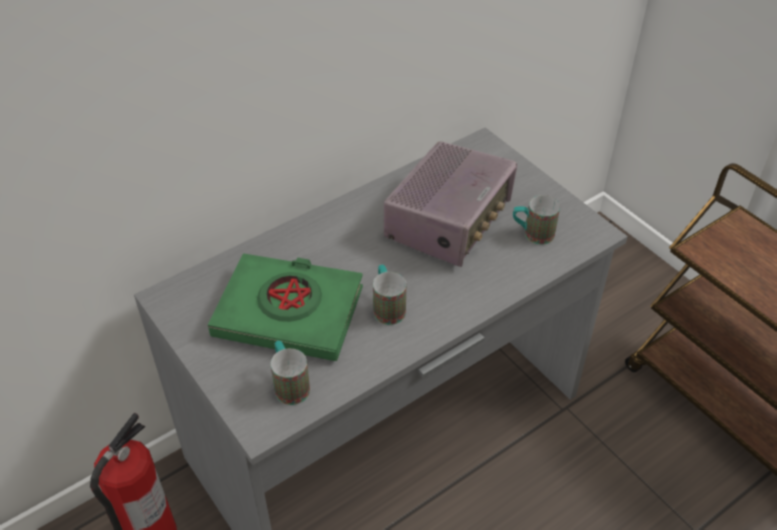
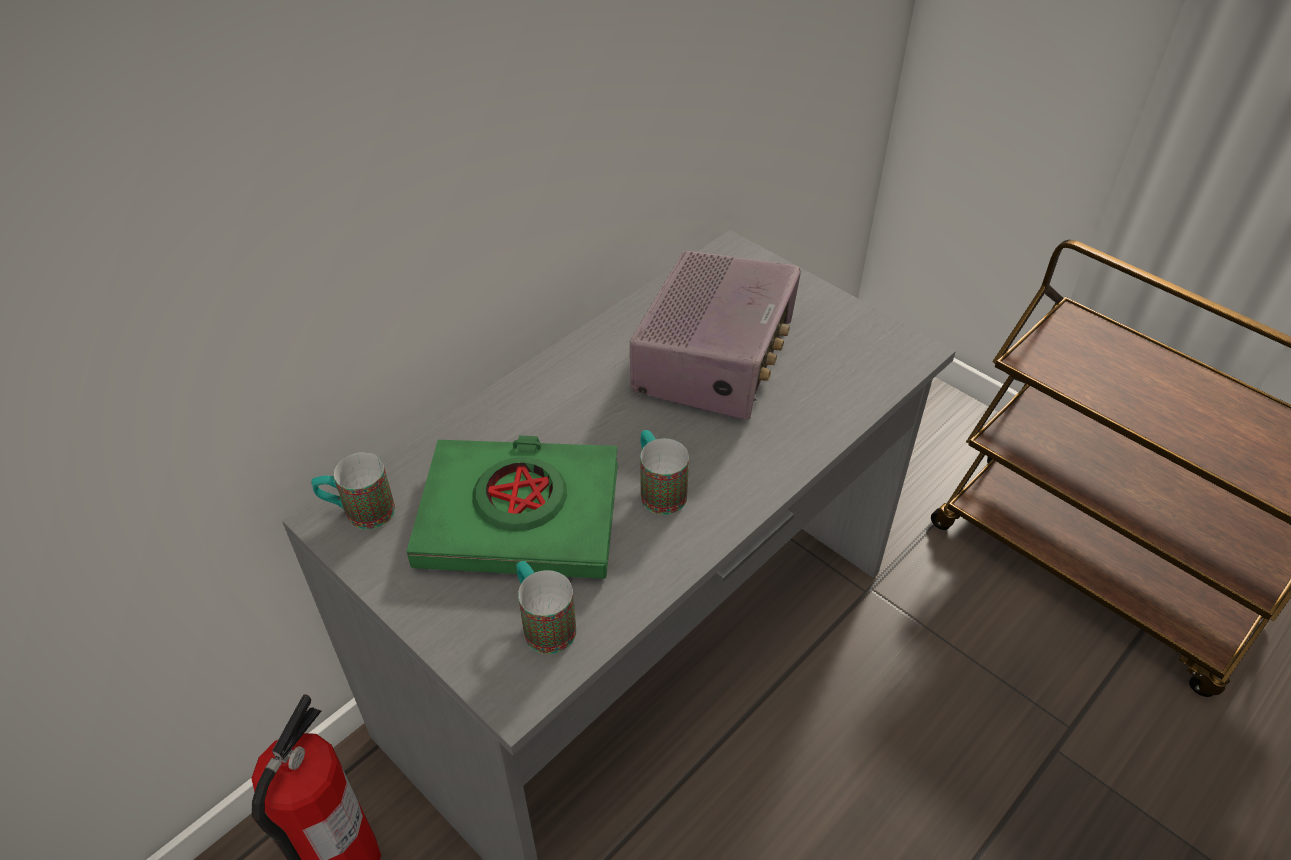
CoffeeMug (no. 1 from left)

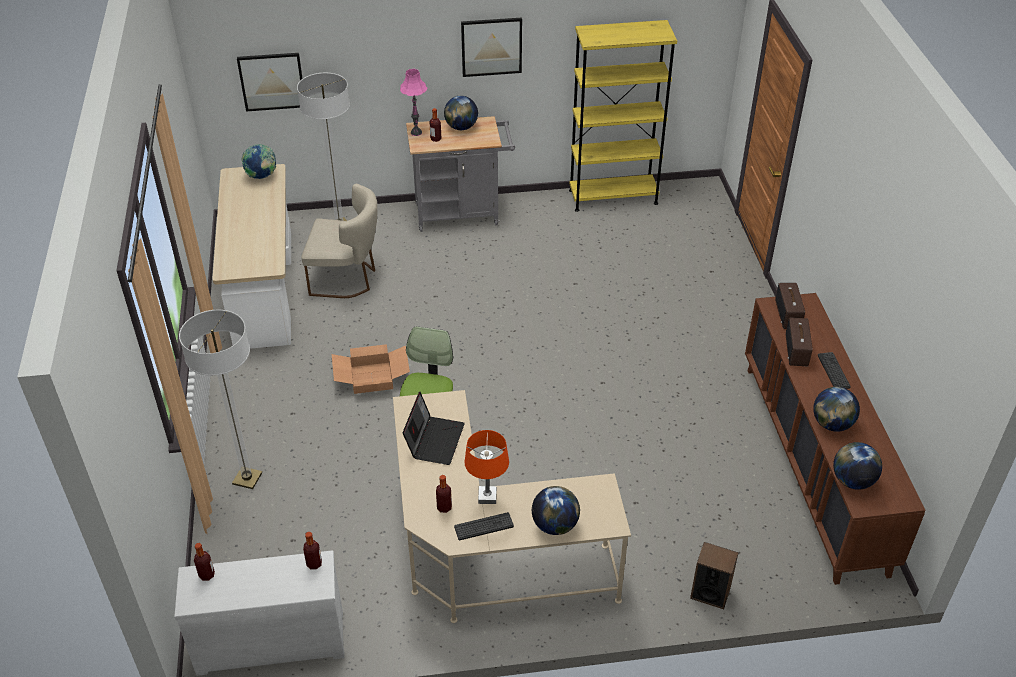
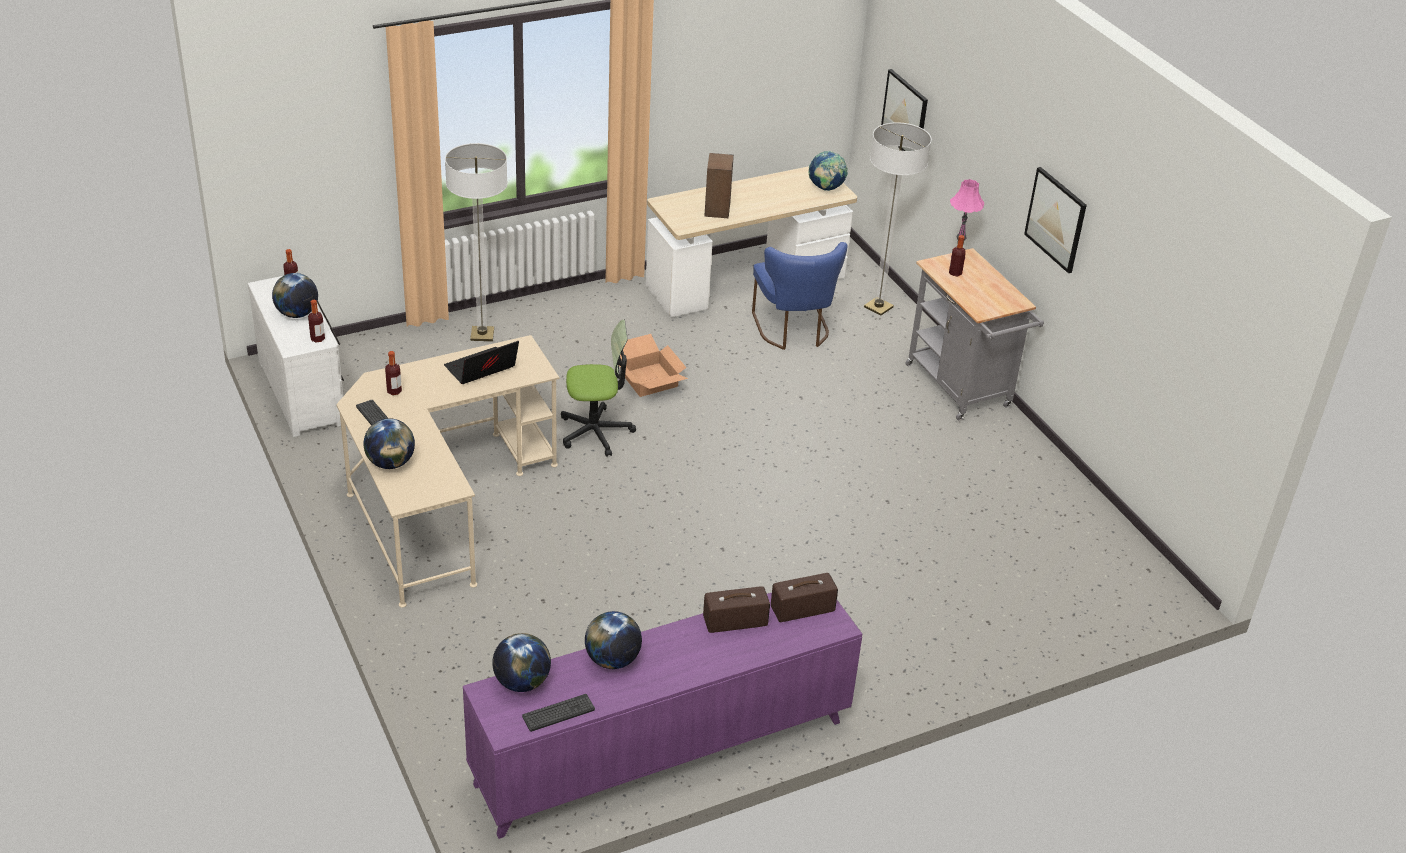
YellowishShelvingUnit; DeskGlobe (no. 1 from left); BlueColouredPlainChair; PurpleColouredCupboard; Keyboard (no. 2 from left); NotebookComputer; OrangeTabletopLamp; Speaker

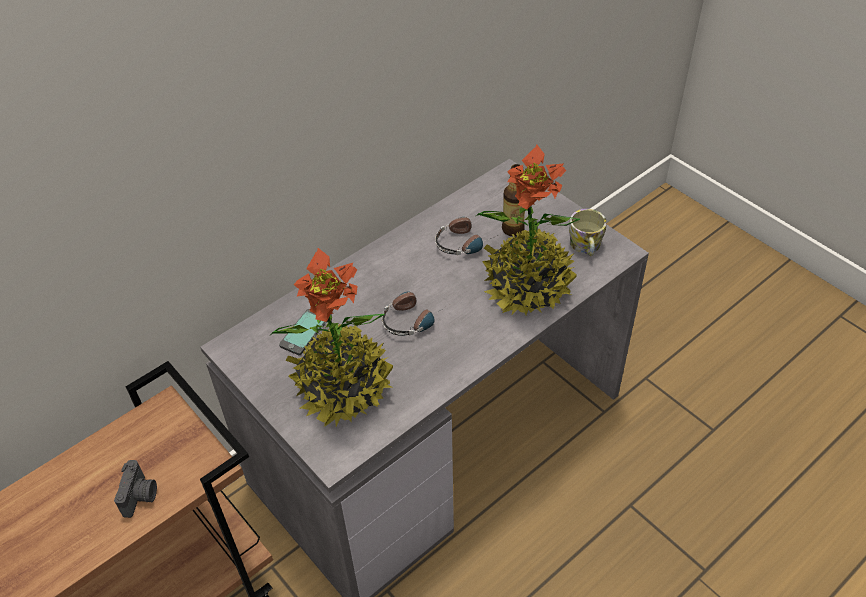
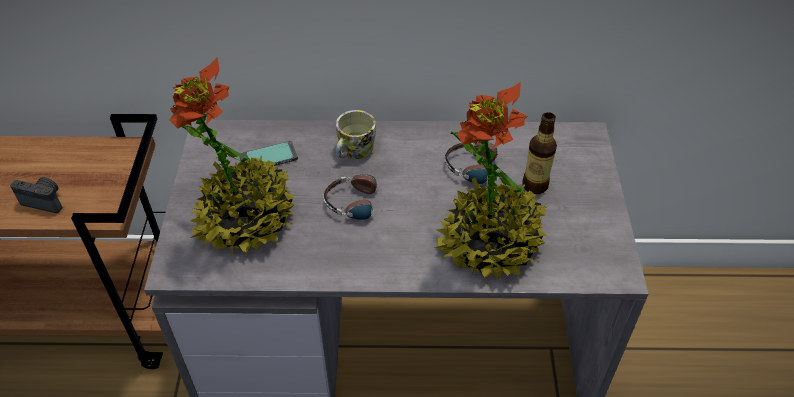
CoffeeMug; StillCamera

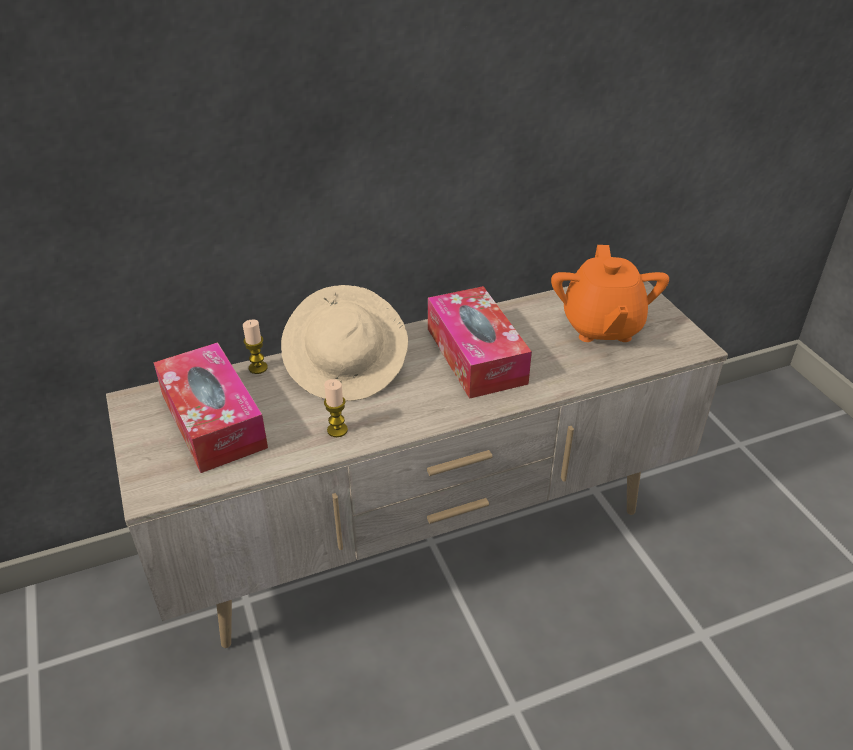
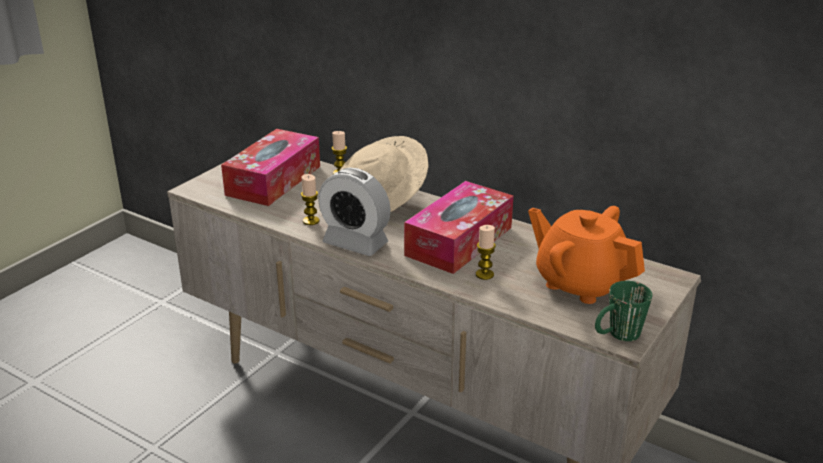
OrangePotForTea; AlarmClock; WaxLight (no. 3 from left); GreenCoffeeMug

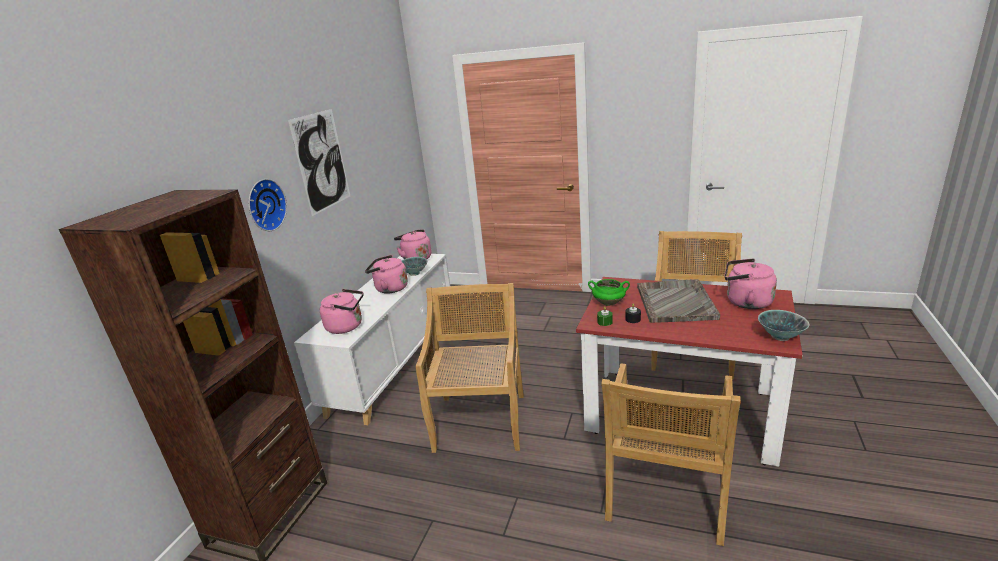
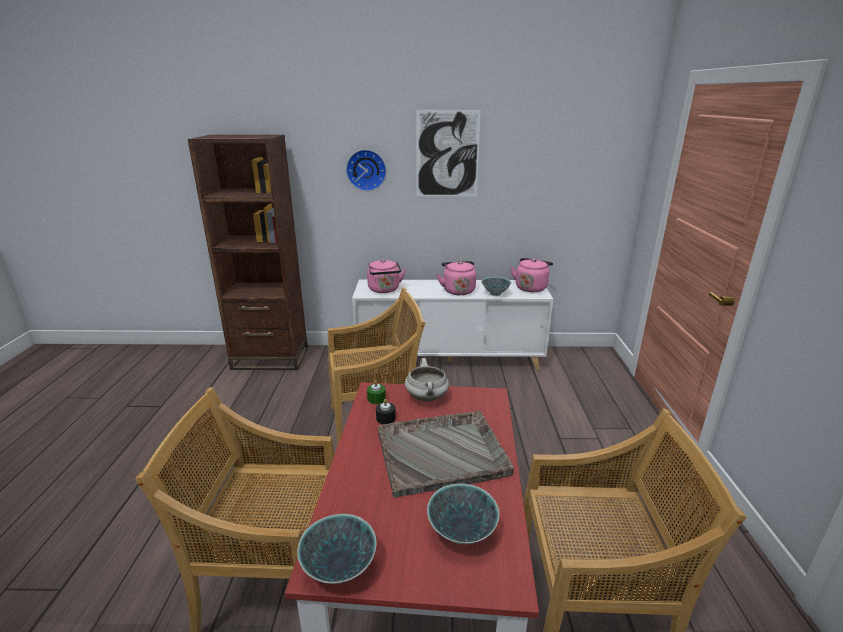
DeepDish (no. 2 from left); WhitishSaucepot

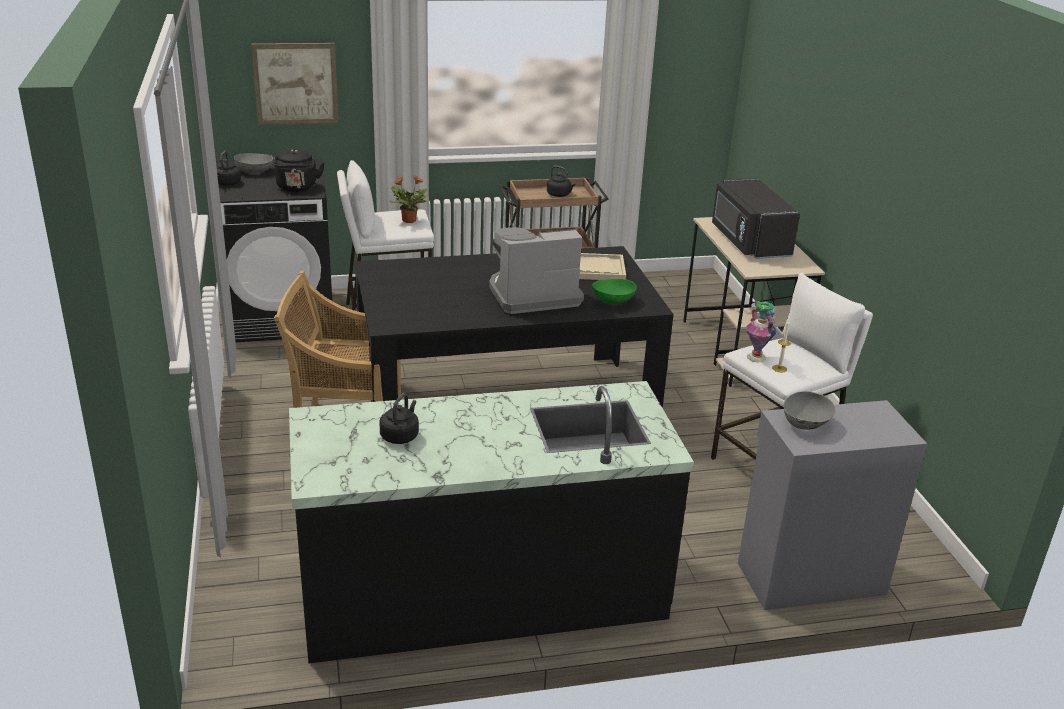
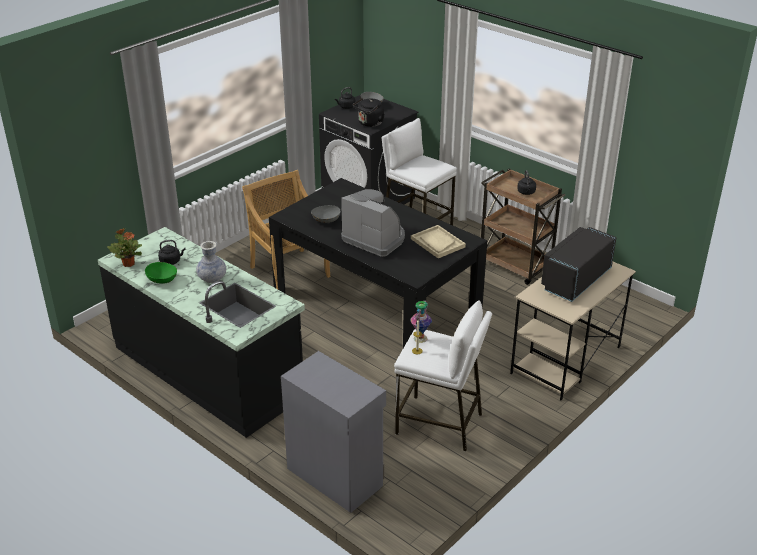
Picture; PlantInAPot; GreenDeepDish; GreyishDeepDish (no. 1 from left); FlowerVase (no. 1 from left)

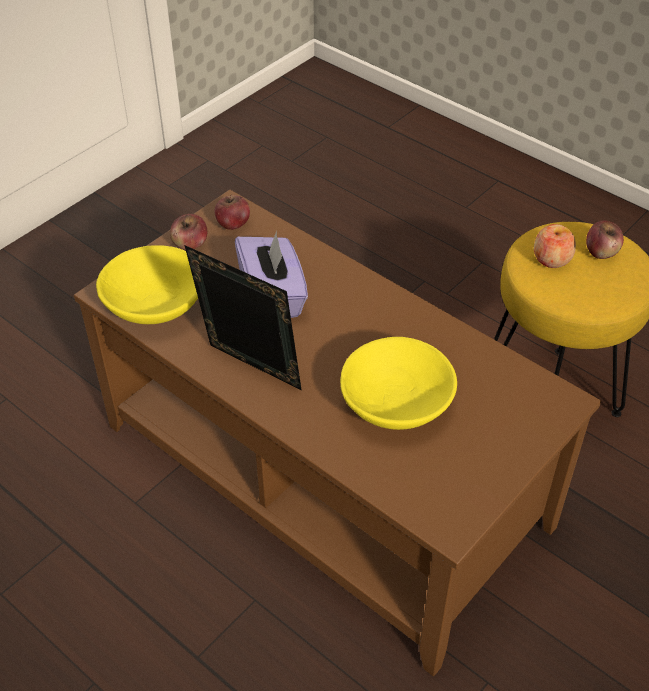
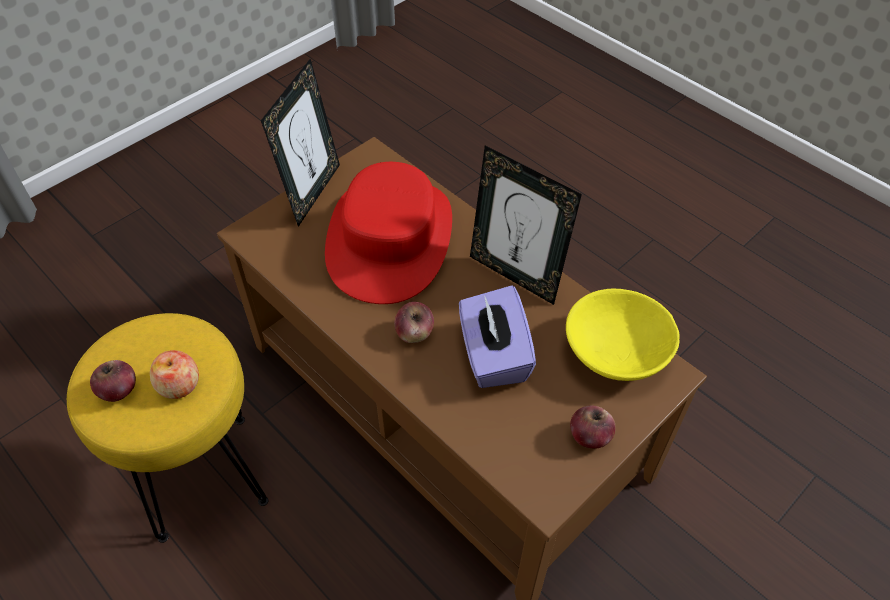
Apple (no. 3 from left); RedHat; PictureFrame (no. 1 from left)

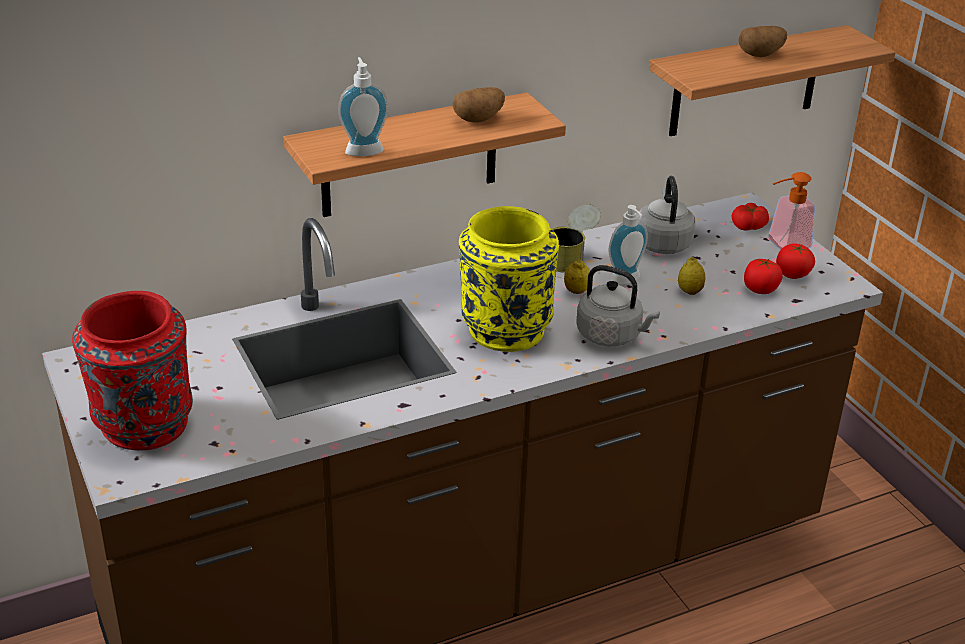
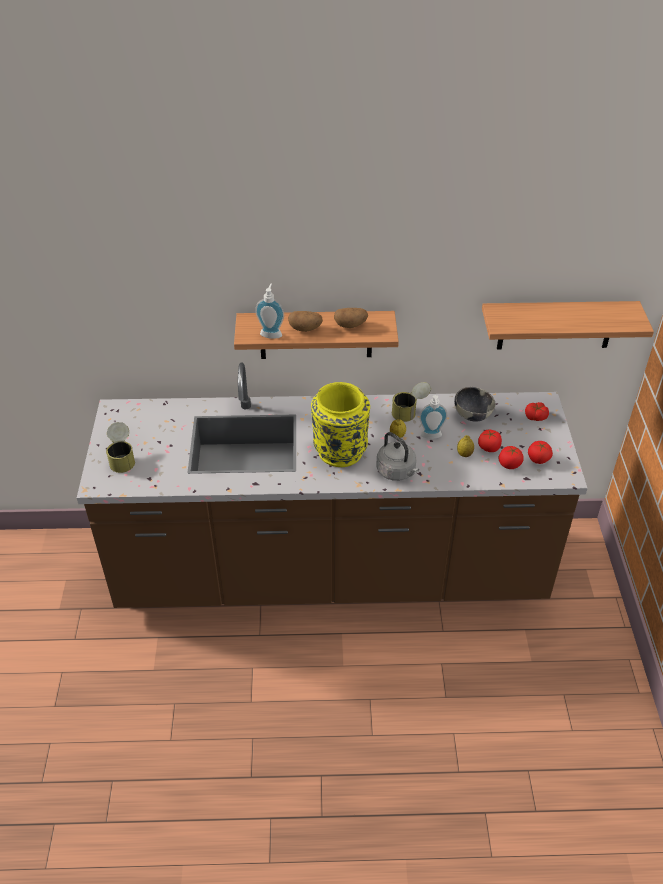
Spud (no. 1 from left); LiquidSoapBottle (no. 3 from left in the first image); DeepDish; SealedCan (no. 1 from left); WholeTomato (no. 1 from left)

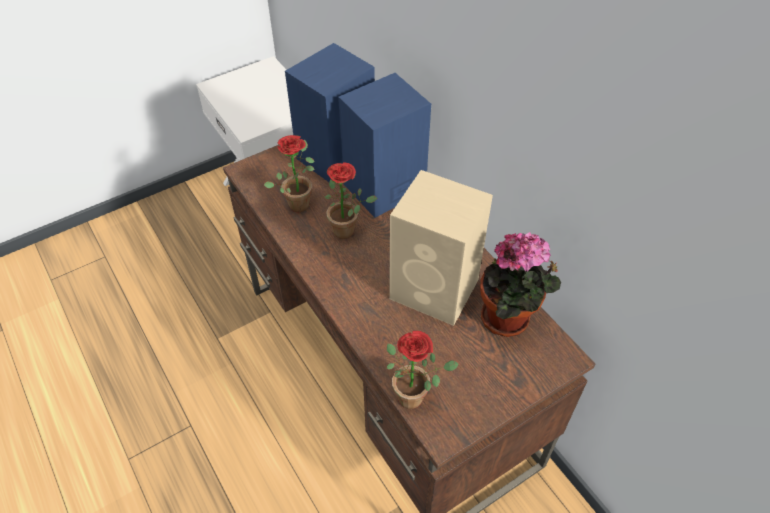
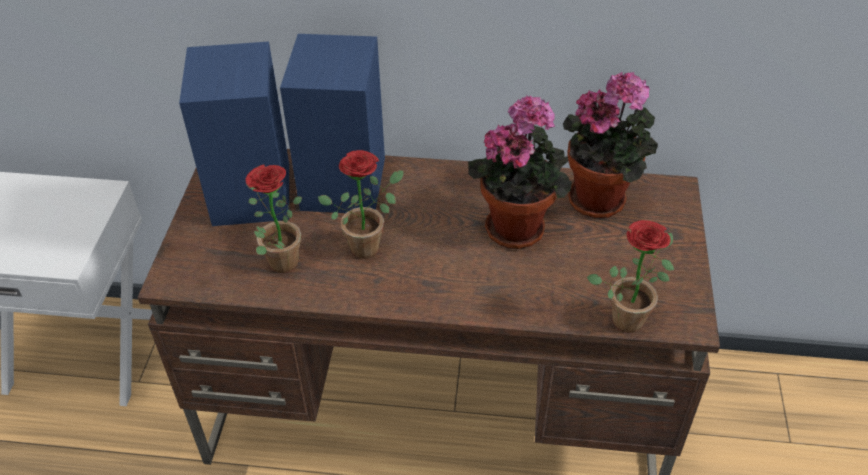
PlantInAPot (no. 3 from left)

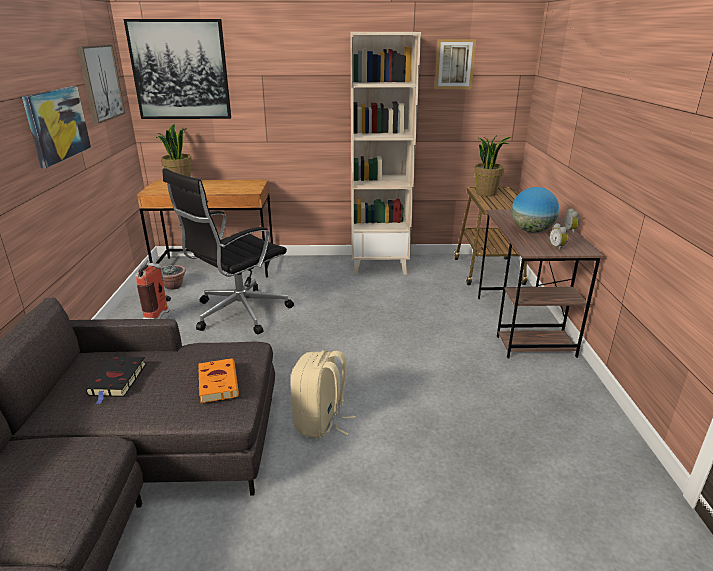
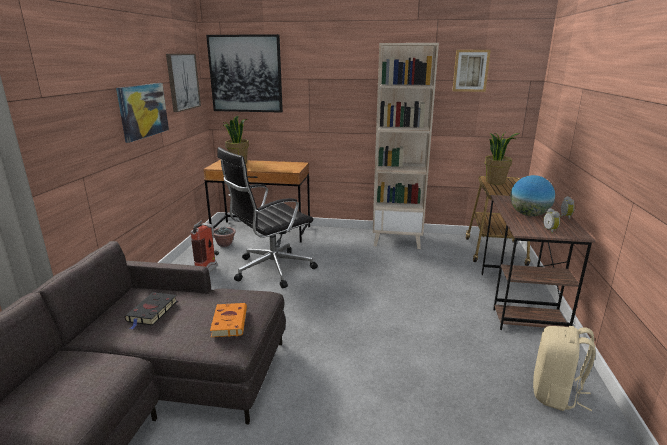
BeigeColouredKnapsack

